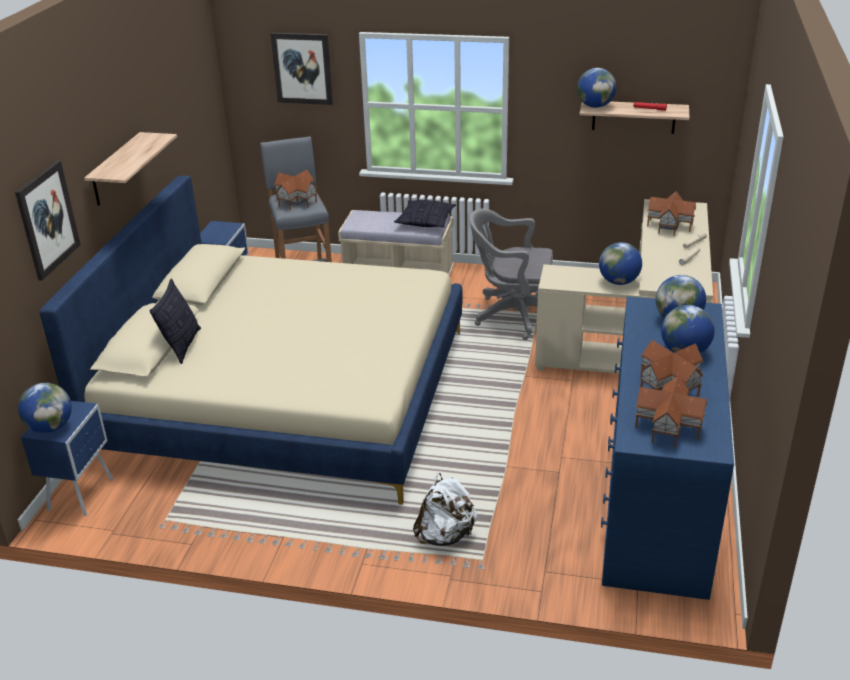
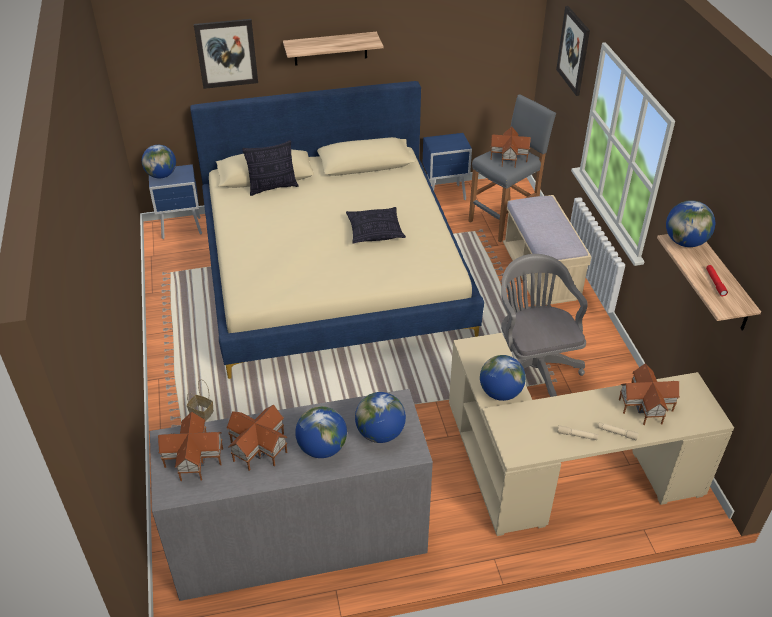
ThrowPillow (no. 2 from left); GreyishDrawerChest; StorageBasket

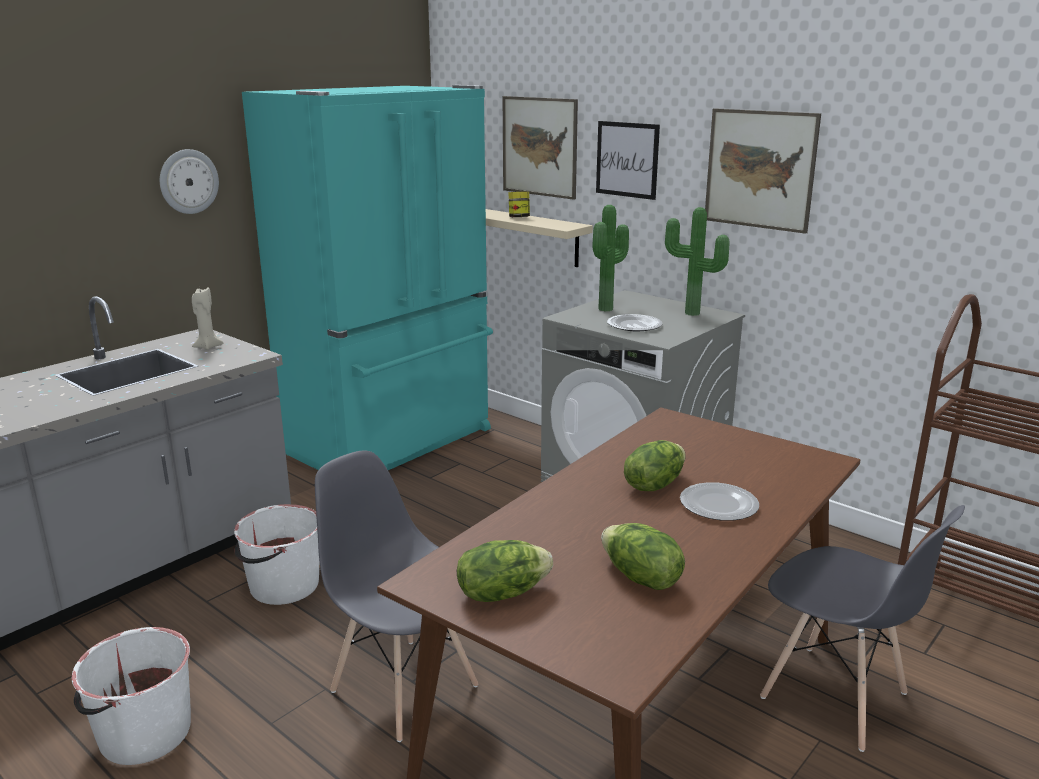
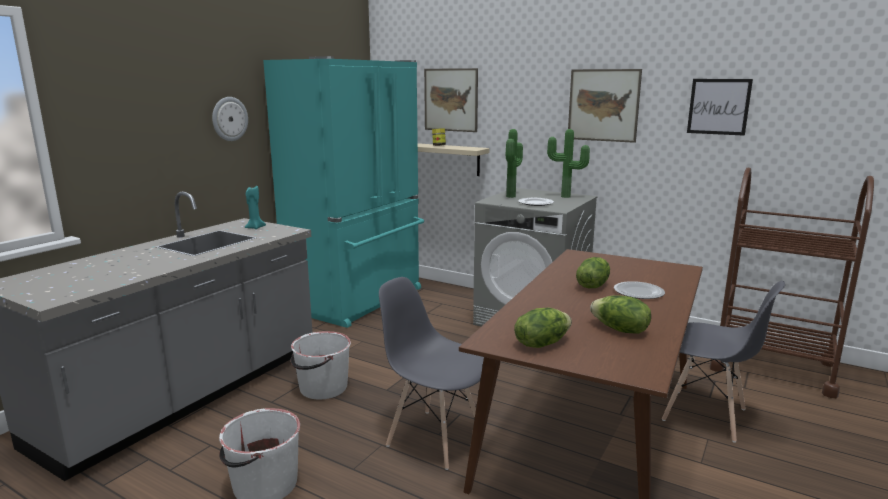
Picture (no. 3 from left); TurquoiseColouredWaxLight

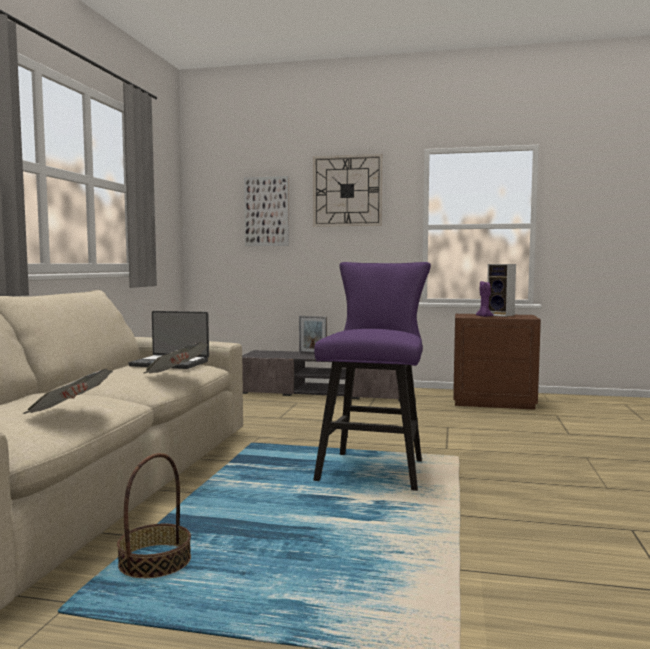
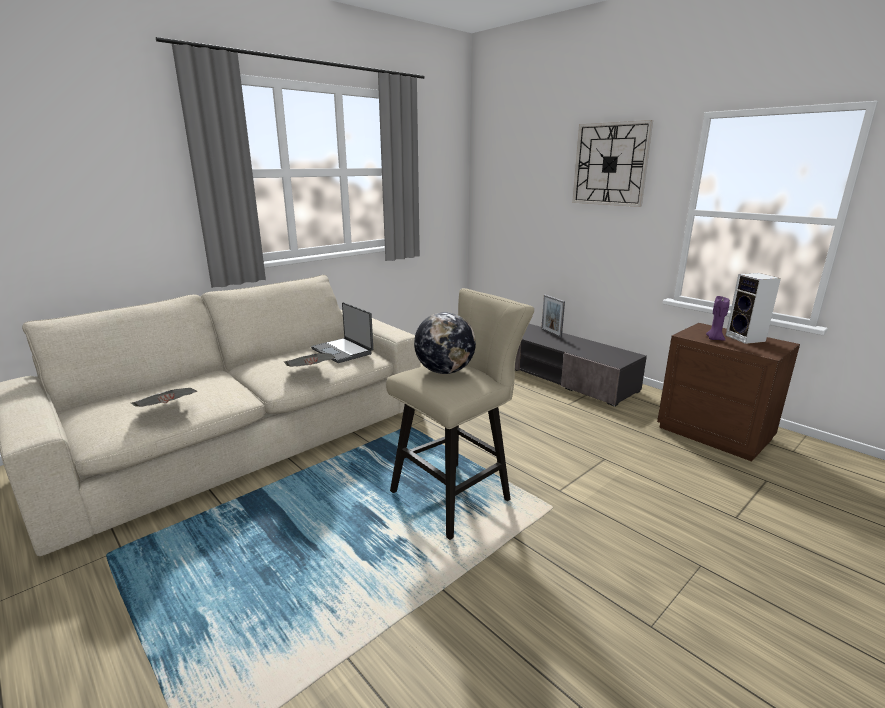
Picture; BeigeColouredStool; StorageBasket; DeskGlobe

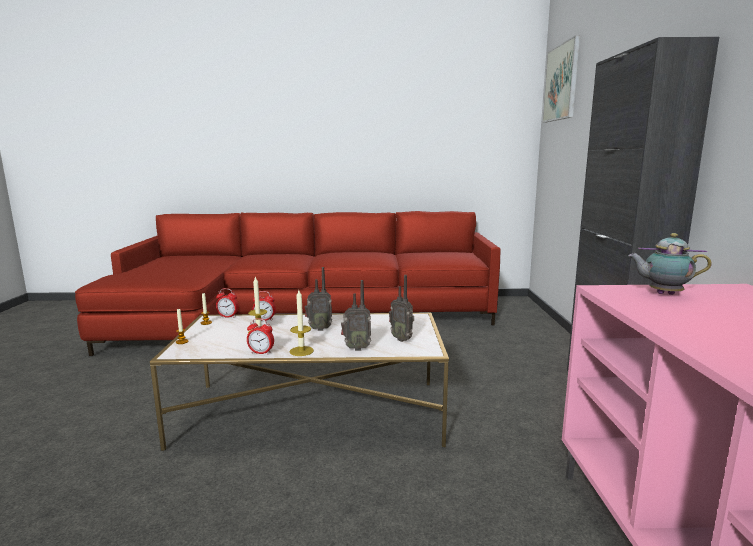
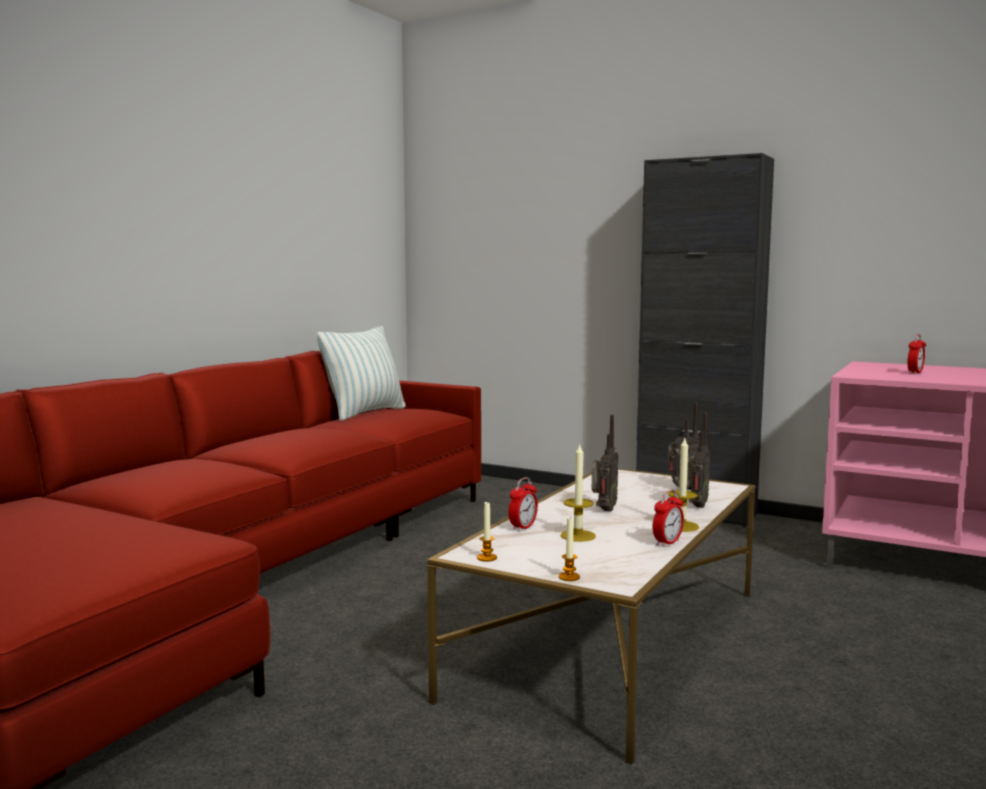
Picture; PotForTea; AlarmClock (no. 3 from left); ThrowPillow

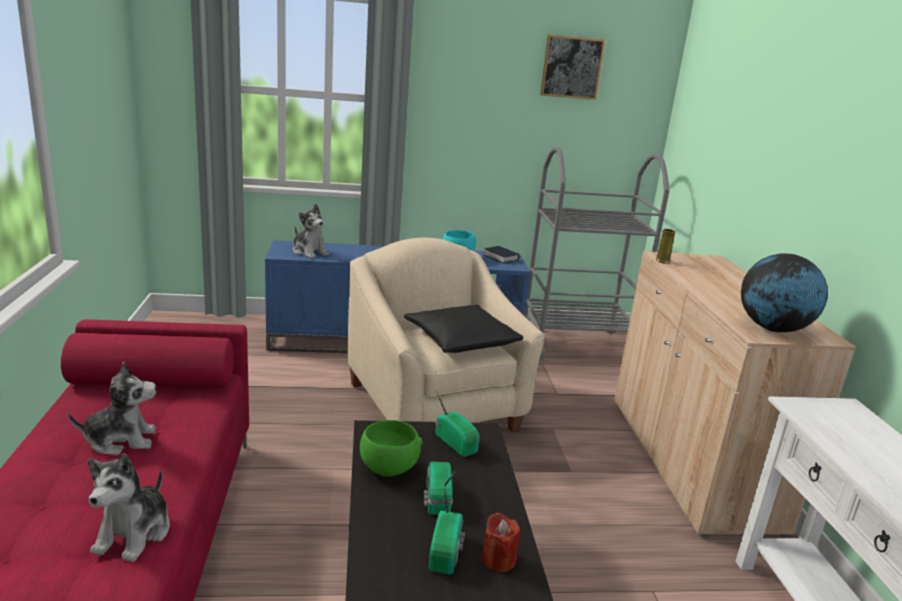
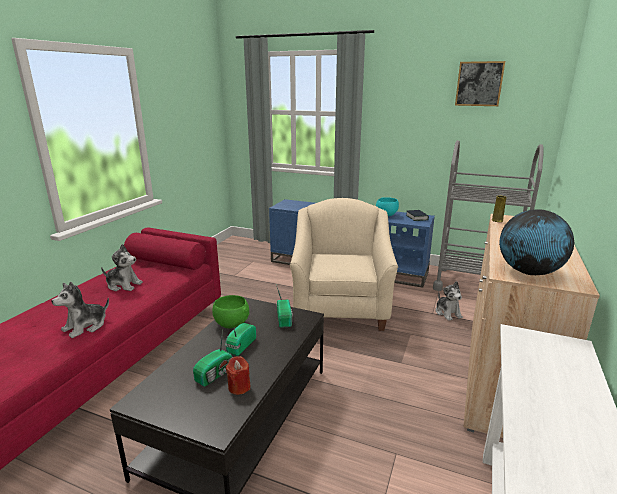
CuddlyToy (no. 3 from left); BlackThrowPillow

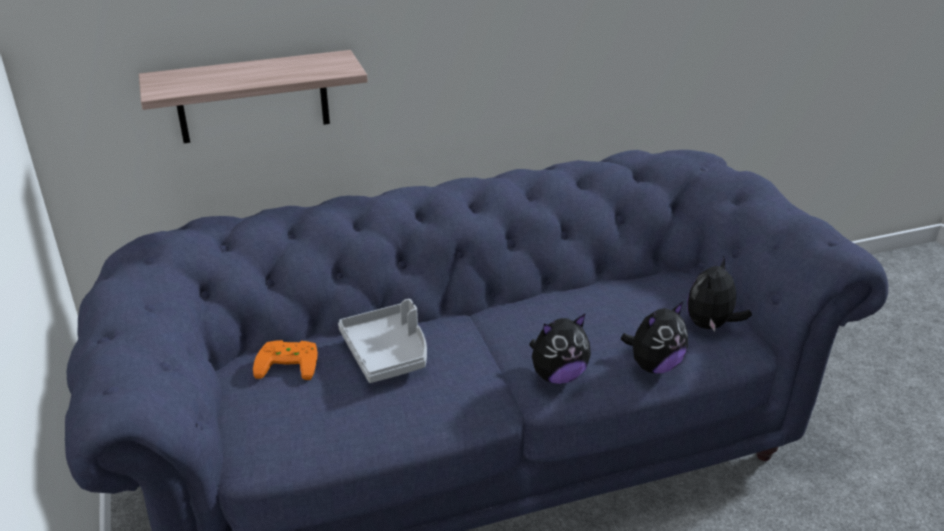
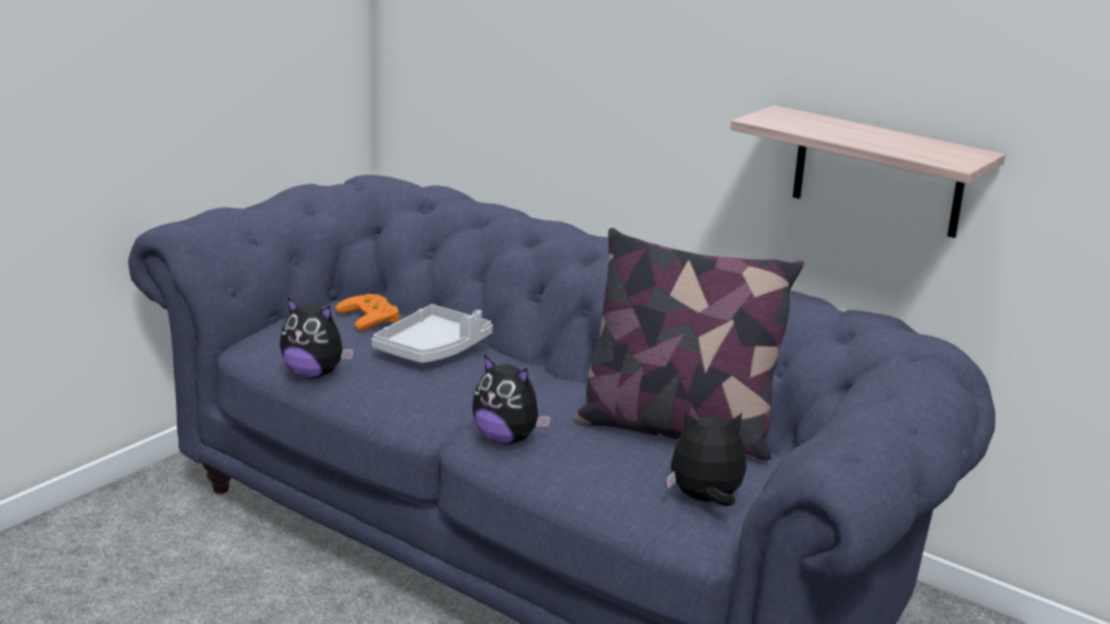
Shelf; CuddlyToy (no. 1 from left); ThrowPillow

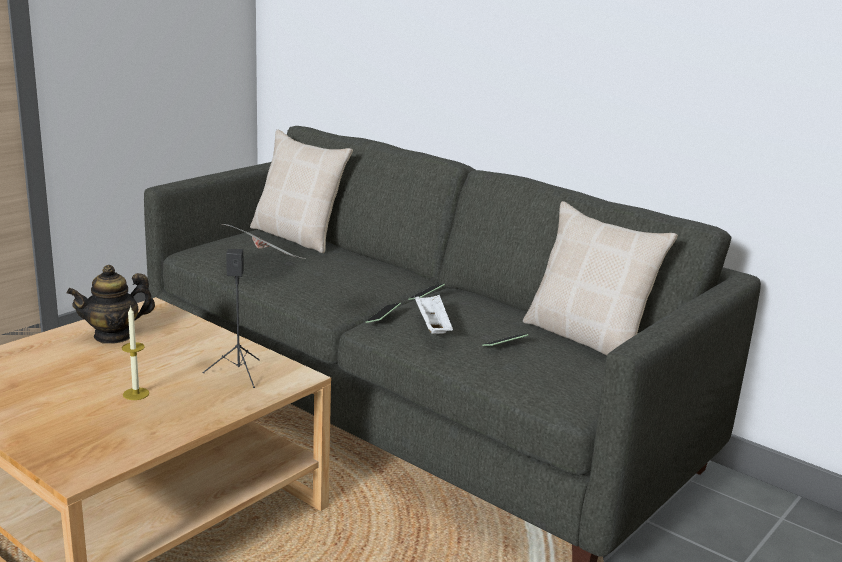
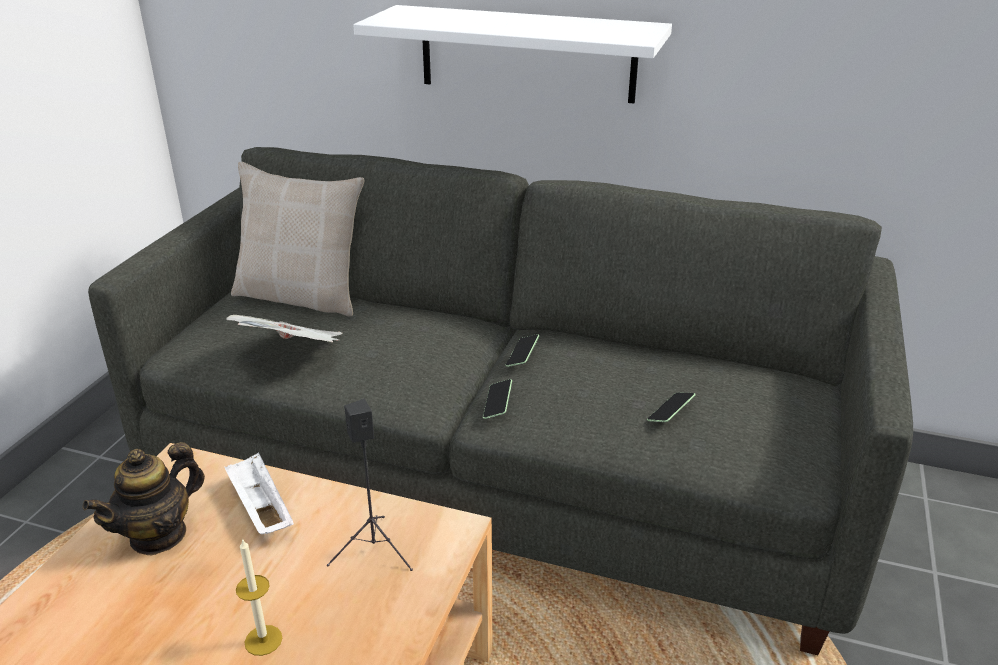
BeigeColouredThrowPillow (no. 2 from left in the first image); WhitishServingTray; WhitishShelf

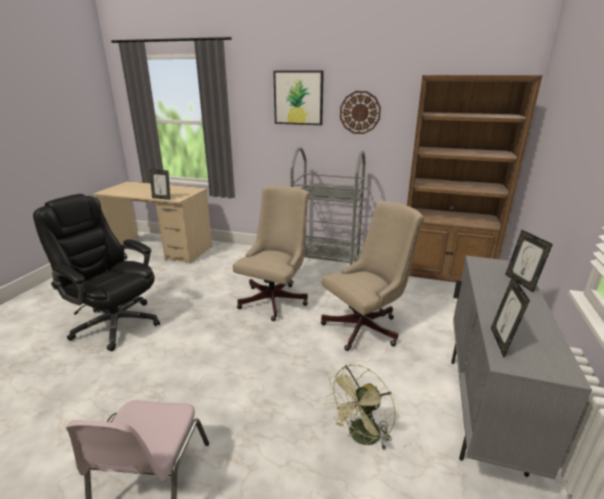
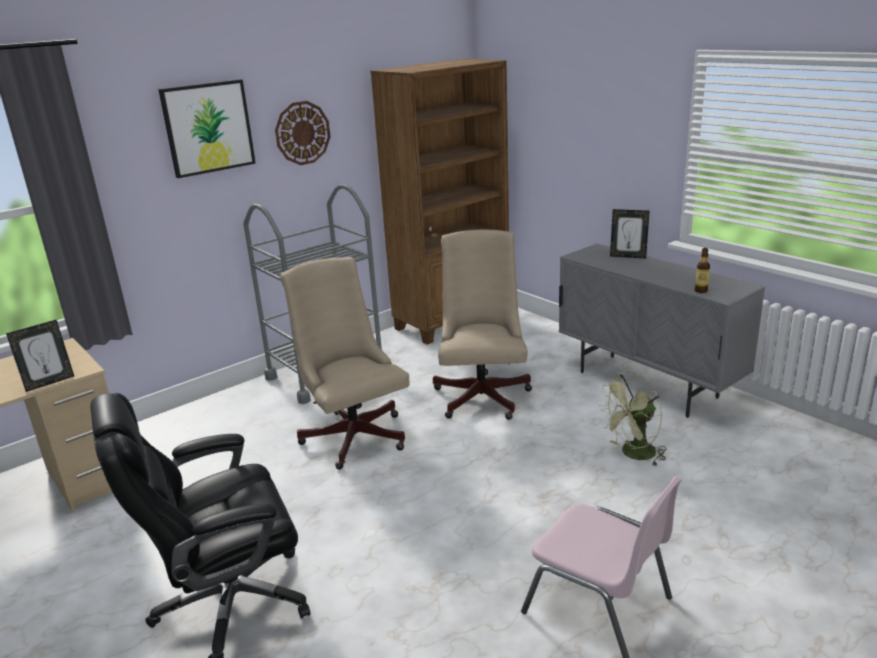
BeverageBottle; GreenElectricFan

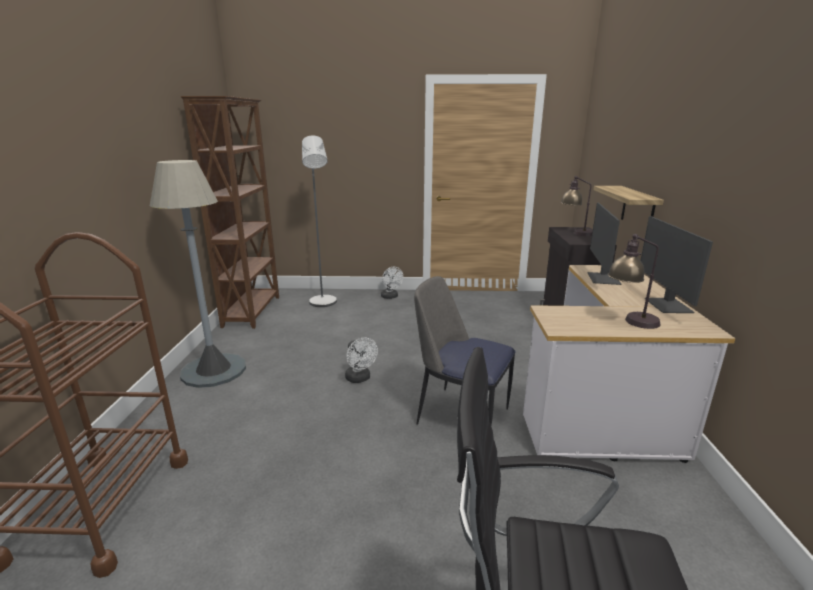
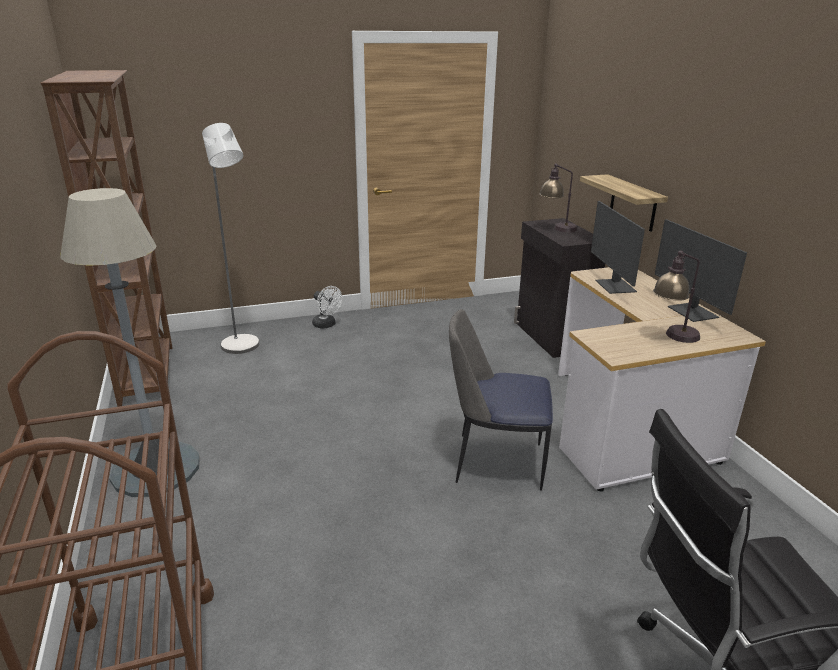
WhitishElectricFan (no. 1 from left in the first image)

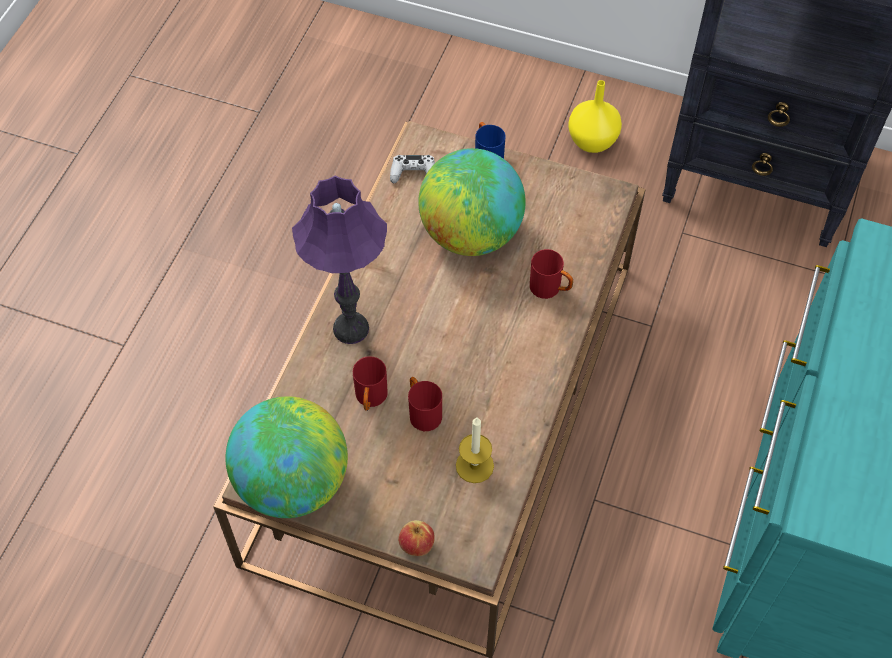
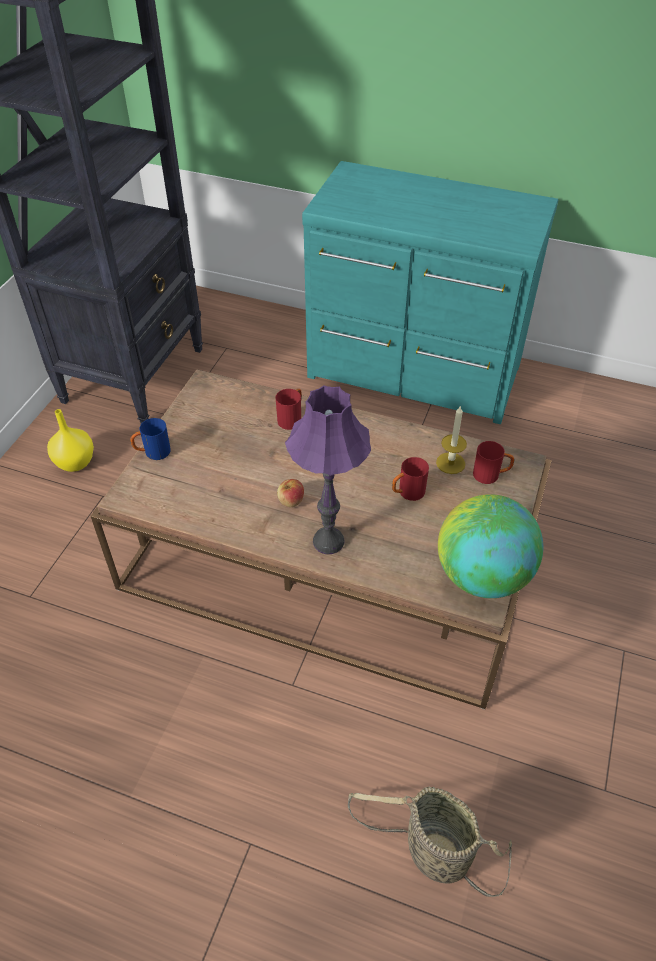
DeskGlobe (no. 2 from left in the first image); WhitishJoypad; RedCoffeeMug (no. 3 from left); Apple; StorageBasket

